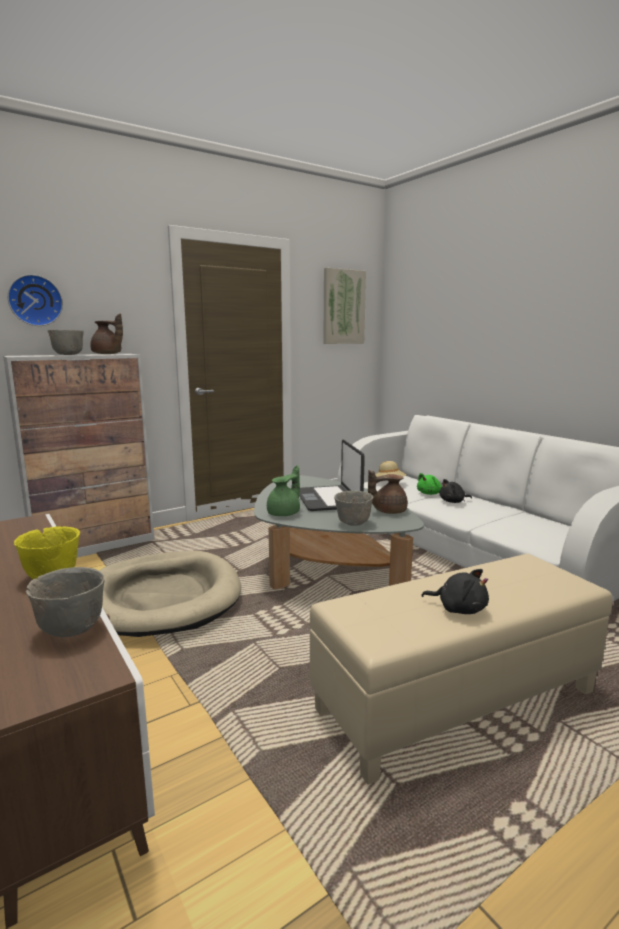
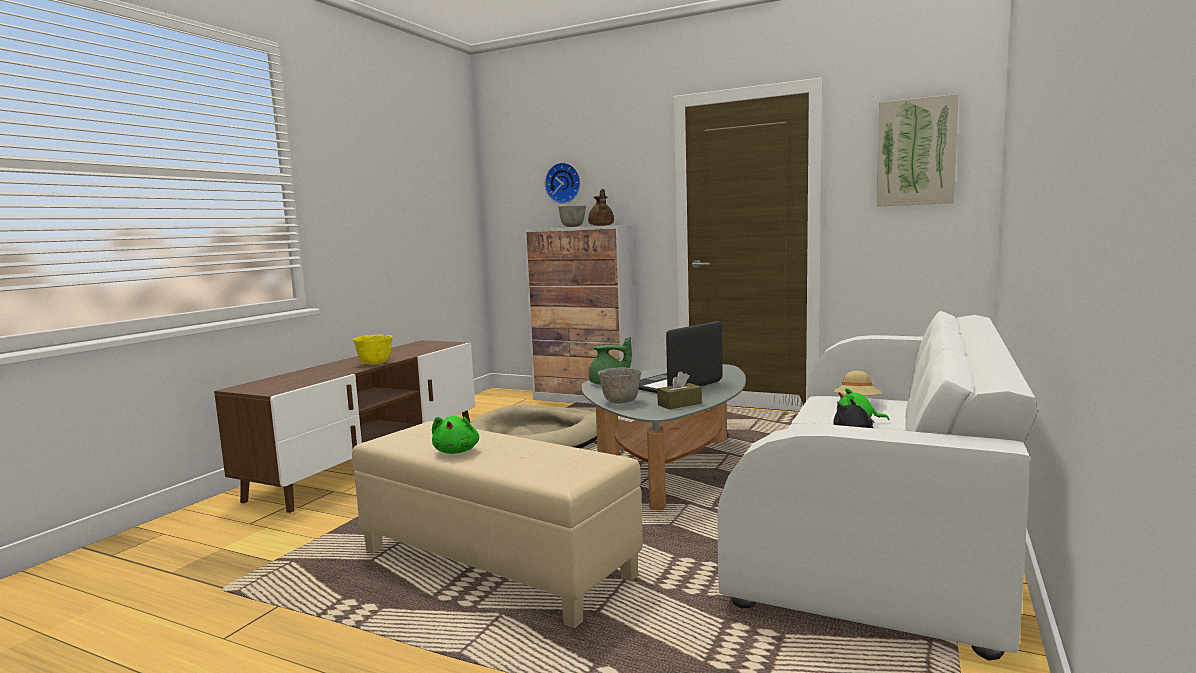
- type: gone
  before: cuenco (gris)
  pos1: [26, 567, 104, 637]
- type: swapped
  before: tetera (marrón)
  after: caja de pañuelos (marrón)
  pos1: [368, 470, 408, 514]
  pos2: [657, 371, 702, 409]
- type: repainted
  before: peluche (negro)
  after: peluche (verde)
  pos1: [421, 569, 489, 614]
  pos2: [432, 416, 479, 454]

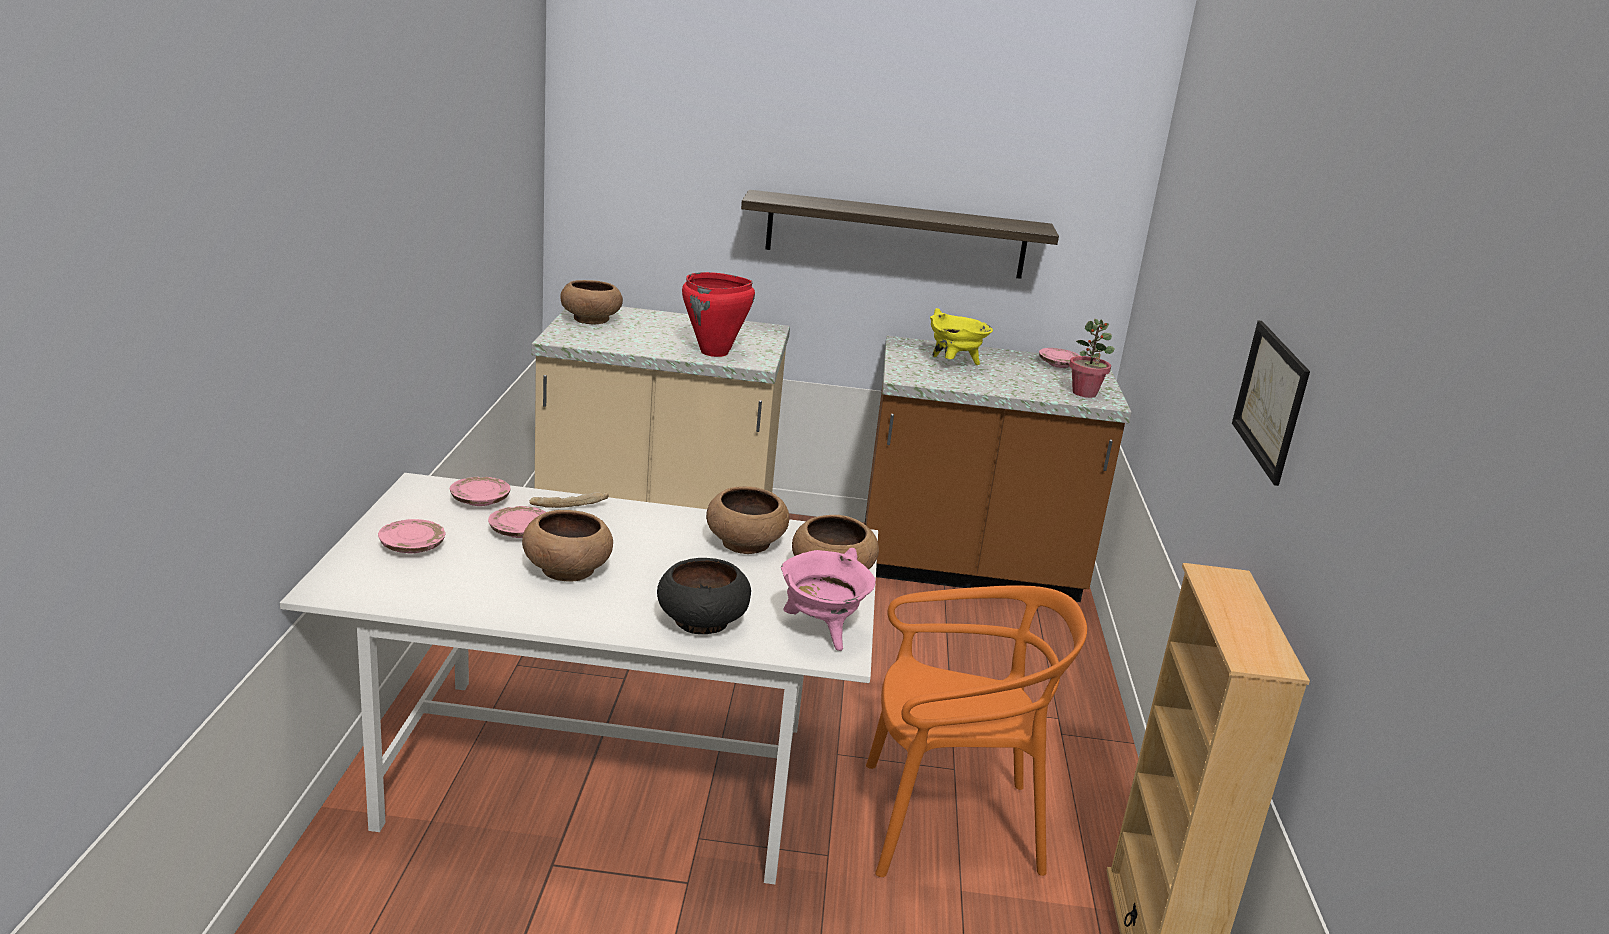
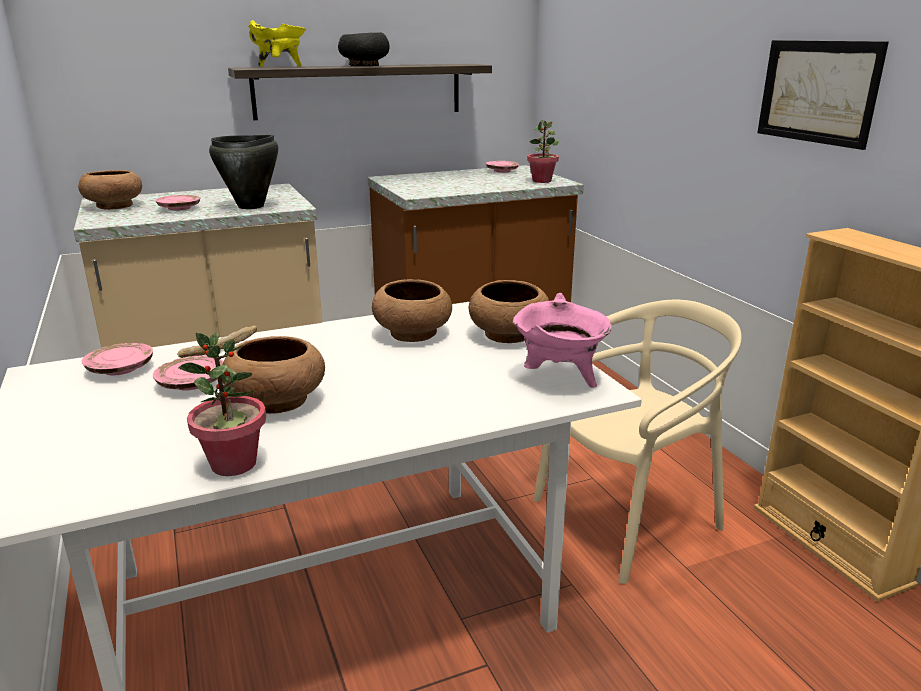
- type: shifted
  before: plato (rosa)
  pos1: [378, 519, 446, 553]
  pos2: [155, 195, 200, 211]
- type: shifted
  before: cuenco (negro)
  pos1: [657, 558, 751, 634]
  pos2: [338, 32, 390, 66]
- type: repainted
  before: olla (rojo)
  after: olla (negro)
  pos1: [682, 272, 755, 357]
  pos2: [209, 135, 278, 209]
- type: repainted
  before: silla (naranja)
  after: silla (beis)
  pos1: [866, 585, 1087, 877]
  pos2: [533, 300, 742, 584]
- type: shifted
  before: olla (amarillo)
  pos1: [930, 308, 993, 365]
  pos2: [248, 20, 306, 67]
- type: new
  after: planta en maceta
  pos2: [178, 333, 266, 476]

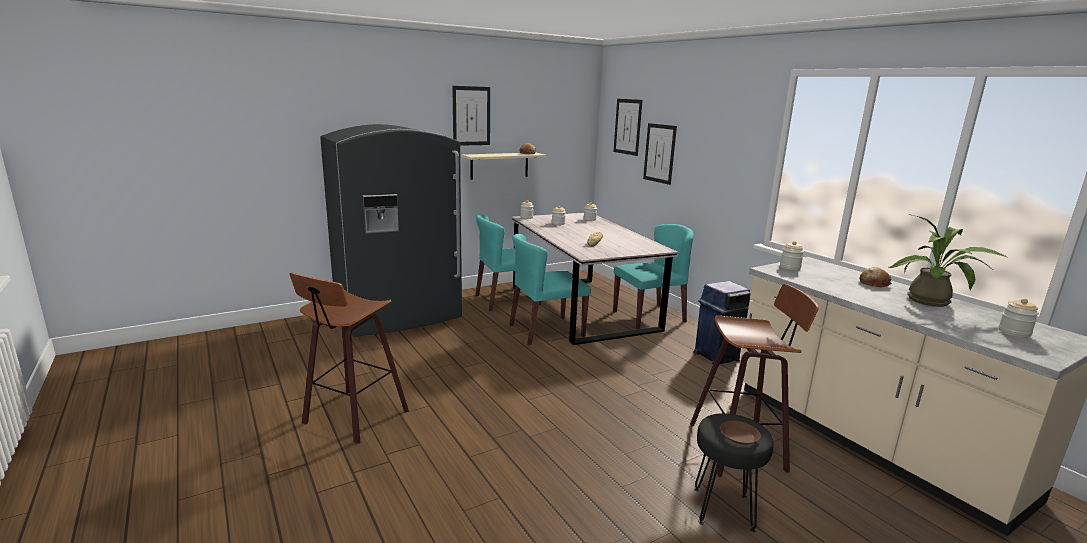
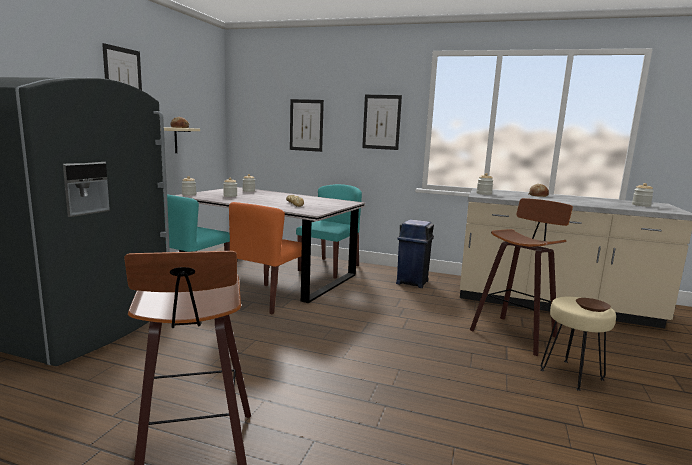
- type: repainted
  before: silla (turquesa)
  after: silla (naranja)
  pos1: [510, 234, 591, 345]
  pos2: [229, 202, 302, 314]
- type: shifted
  before: cuadro
  pos1: [613, 99, 642, 156]
  pos2: [362, 95, 402, 150]
- type: repainted
  before: taburete (negro)
  after: taburete (beis)
  pos1: [694, 413, 774, 532]
  pos2: [540, 297, 616, 391]
- type: gone
  before: planta en maceta
  pos1: [888, 214, 1007, 307]

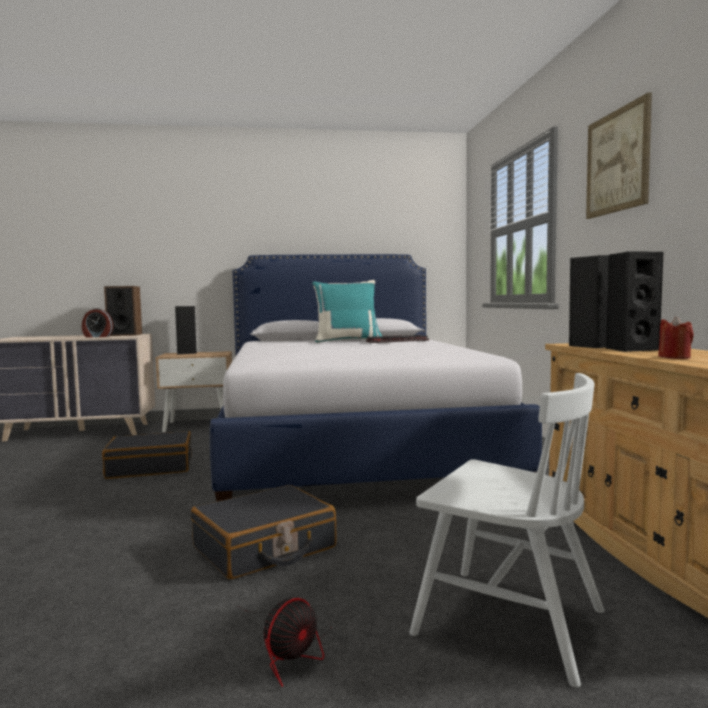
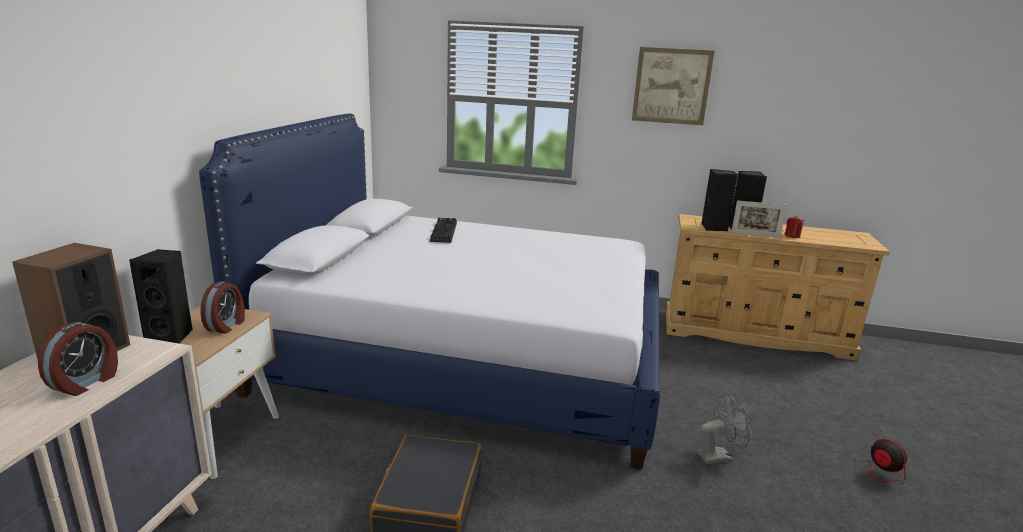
- type: swapped
  before: maleta (negro)
  after: ventilador (gris)
  pos1: [191, 485, 337, 579]
  pos2: [697, 395, 752, 464]
- type: gone
  before: cojín (turquesa)
  pos1: [312, 280, 382, 343]
- type: gone
  before: silla (blanco)
  pos1: [409, 373, 604, 688]
- type: new
  after: despertador
  pos2: [200, 281, 245, 334]
- type: new
  after: portarretratos
  pos2: [731, 200, 787, 238]

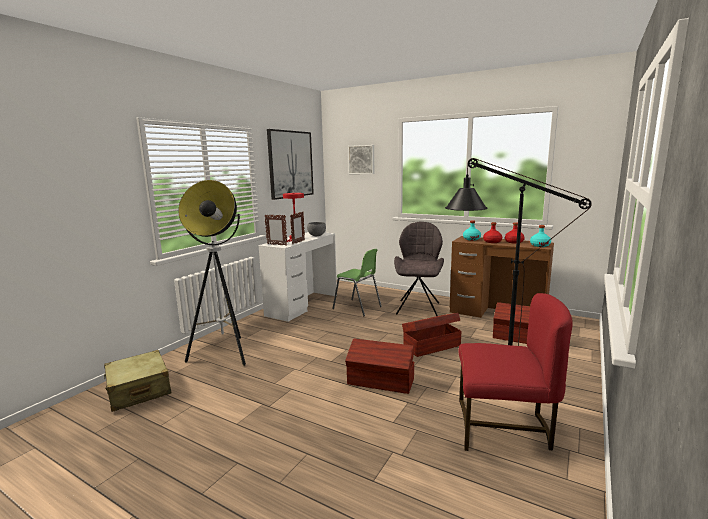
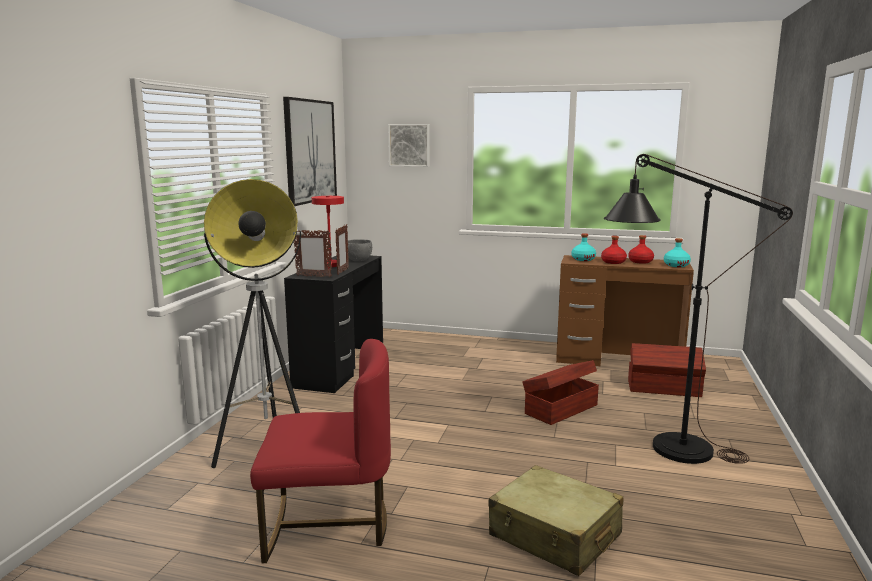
- type: shifted
  before: maleta (beis)
  pos1: [104, 350, 172, 412]
  pos2: [488, 465, 623, 576]
- type: repainted
  before: escritorio (blanco)
  after: escritorio (negro)
  pos1: [259, 232, 337, 322]
  pos2: [284, 256, 383, 393]
- type: gone
  before: silla (verde)
  pos1: [332, 249, 382, 316]
- type: gone
  before: caja de almacenaje (marrón)
  pos1: [345, 338, 414, 394]
- type: gone
  before: silla (gris)
  pos1: [394, 222, 444, 316]
- type: shifted
  before: silla (rojo)
  pos1: [458, 293, 573, 451]
  pos2: [250, 339, 391, 563]

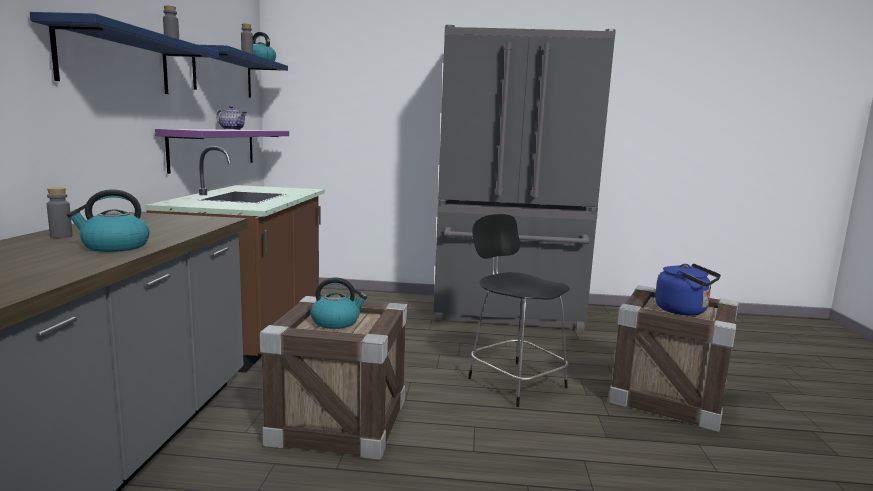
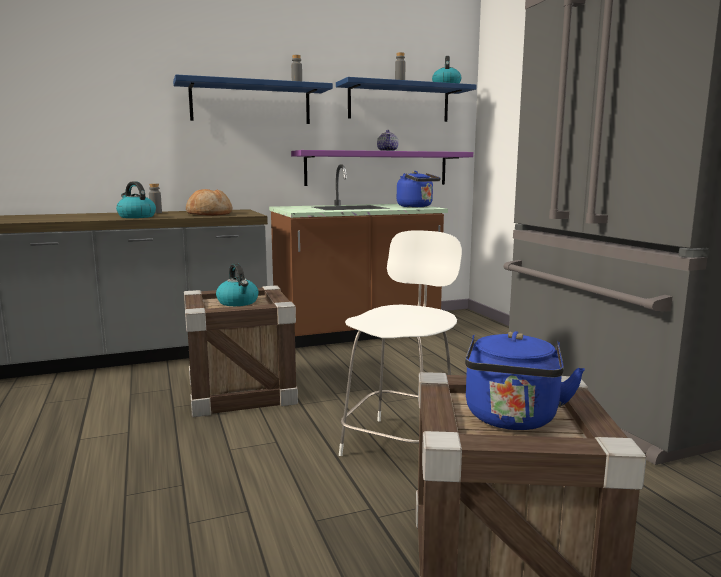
- type: repainted
  before: silla (negro)
  after: silla (blanco)
  pos1: [468, 214, 570, 407]
  pos2: [339, 230, 462, 456]
- type: new
  after: pan
  pos2: [186, 189, 232, 216]
- type: new
  after: hervidor (azul)
  pos2: [397, 171, 441, 207]

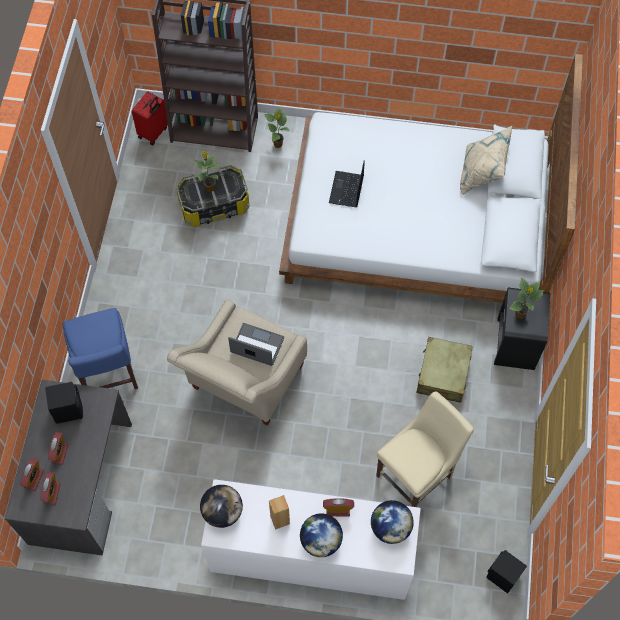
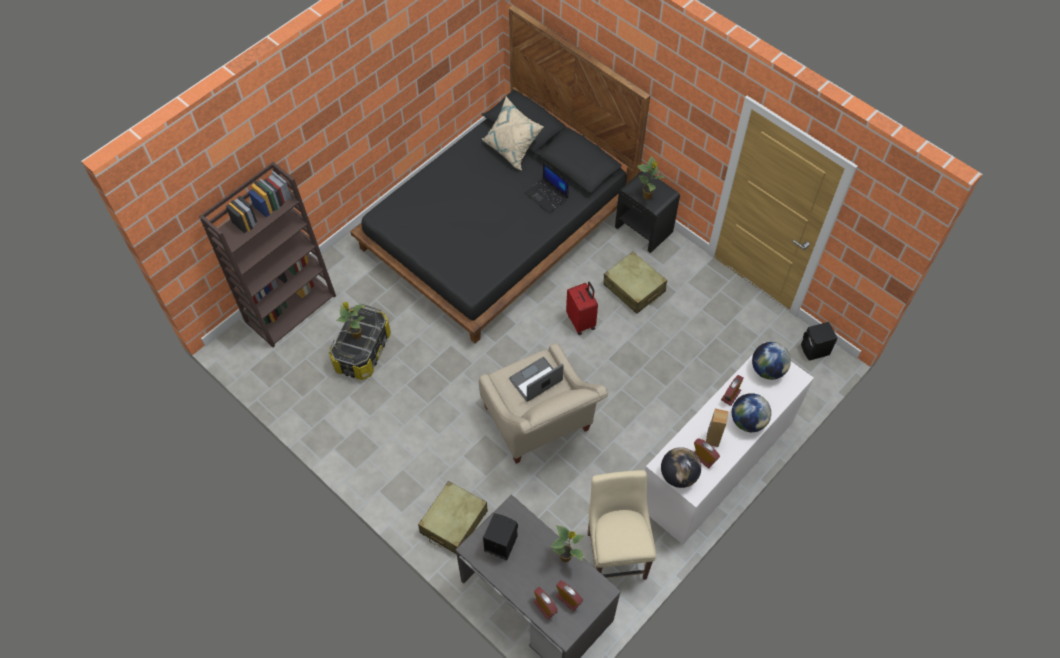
- type: shifted
  before: despertador
  pos1: [48, 432, 68, 465]
  pos2: [694, 438, 720, 468]
- type: swapped
  before: silla (azul)
  after: maleta (beis)
  pos1: [63, 308, 138, 389]
  pos2: [418, 481, 488, 554]
- type: shifted
  before: maleta (rojo)
  pos1: [132, 91, 168, 145]
  pos2: [566, 282, 598, 335]
- type: shifted
  before: planta en maceta
  pos1: [264, 107, 289, 148]
  pos2: [551, 525, 585, 562]
- type: repainted
  before: cama (blanco)
  after: cama (negro)
  pos1: [279, 54, 583, 303]
  pos2: [350, 5, 650, 344]
- type: shifted
  before: portátil
  pos1: [329, 160, 365, 207]
  pos2: [525, 162, 569, 214]
- type: shifted
  before: silla (beis)
  pos1: [376, 391, 474, 507]
  pos2: [587, 470, 656, 580]

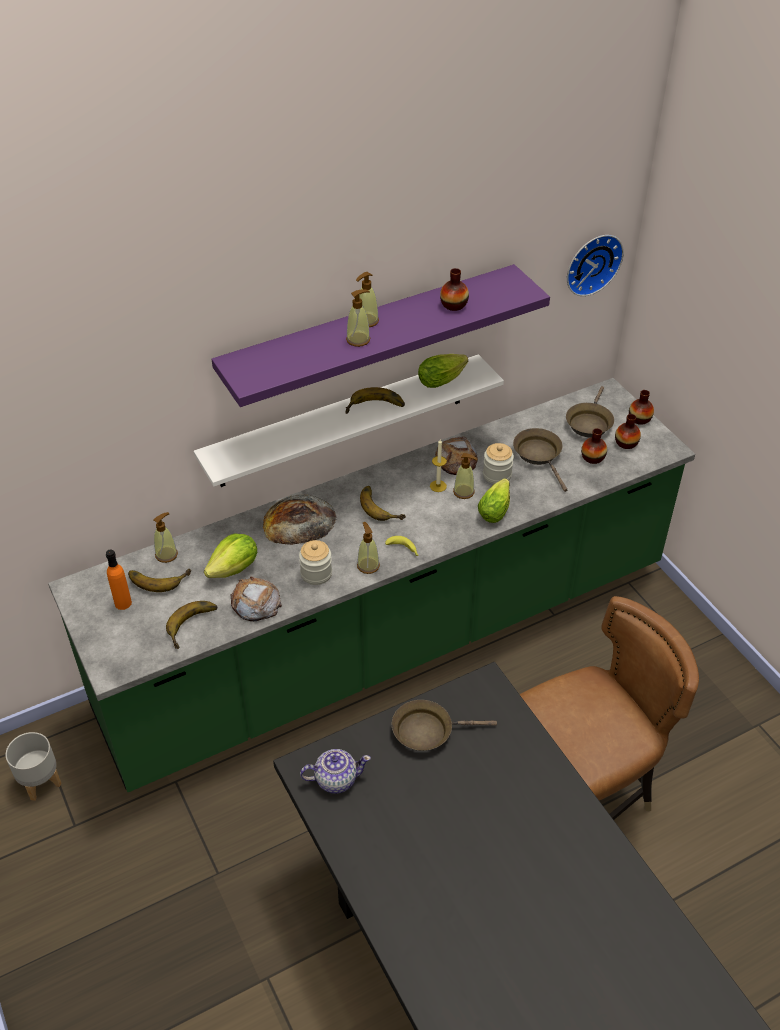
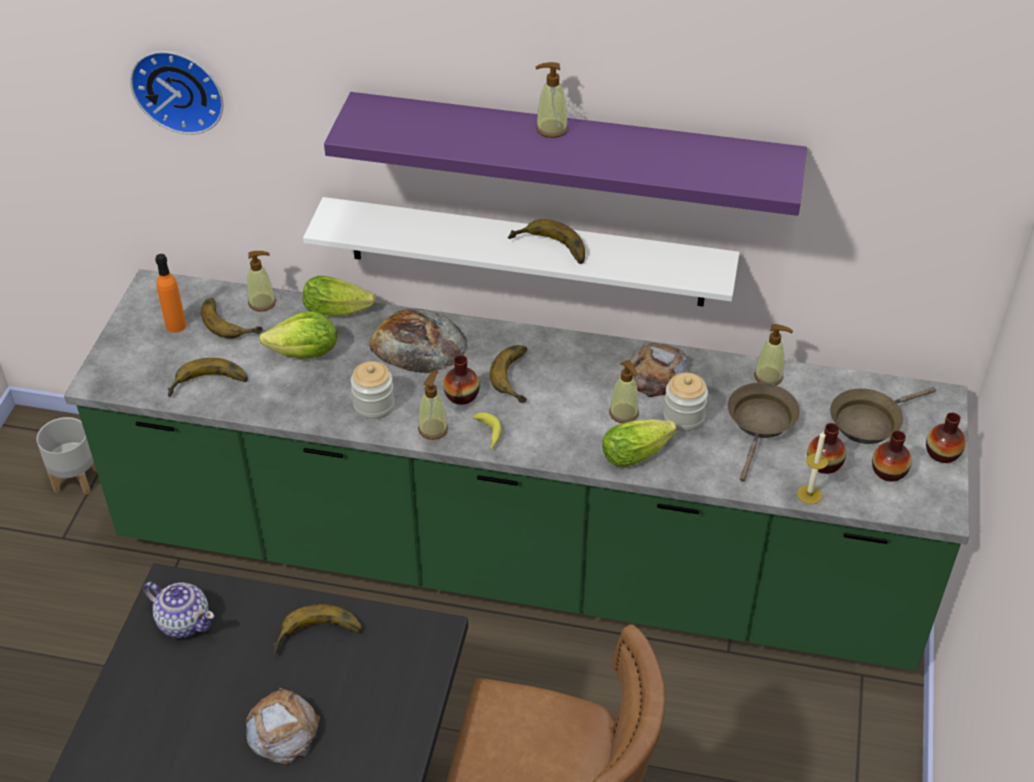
- type: shifted
  before: pan
  pos1: [231, 576, 282, 621]
  pos2: [246, 688, 320, 766]
- type: shifted
  before: dispensador de jabón
  pos1: [346, 289, 370, 347]
  pos2: [754, 324, 793, 385]
- type: swapped
  before: sartén (marrón)
  after: plátano
  pos1: [392, 700, 497, 751]
  pos2: [273, 604, 363, 654]
- type: shifted
  before: lechuga
  pos1: [418, 354, 468, 388]
  pos2: [303, 276, 375, 316]
- type: shifted
  before: vela
  pos1: [430, 439, 447, 492]
  pos2: [797, 431, 828, 504]
- type: shifted
  before: florero
  pos1: [440, 268, 469, 311]
  pos2: [443, 355, 480, 405]
- type: shifted
  before: reloj de pared
  pos1: [567, 235, 624, 296]
  pos2: [130, 51, 223, 135]

